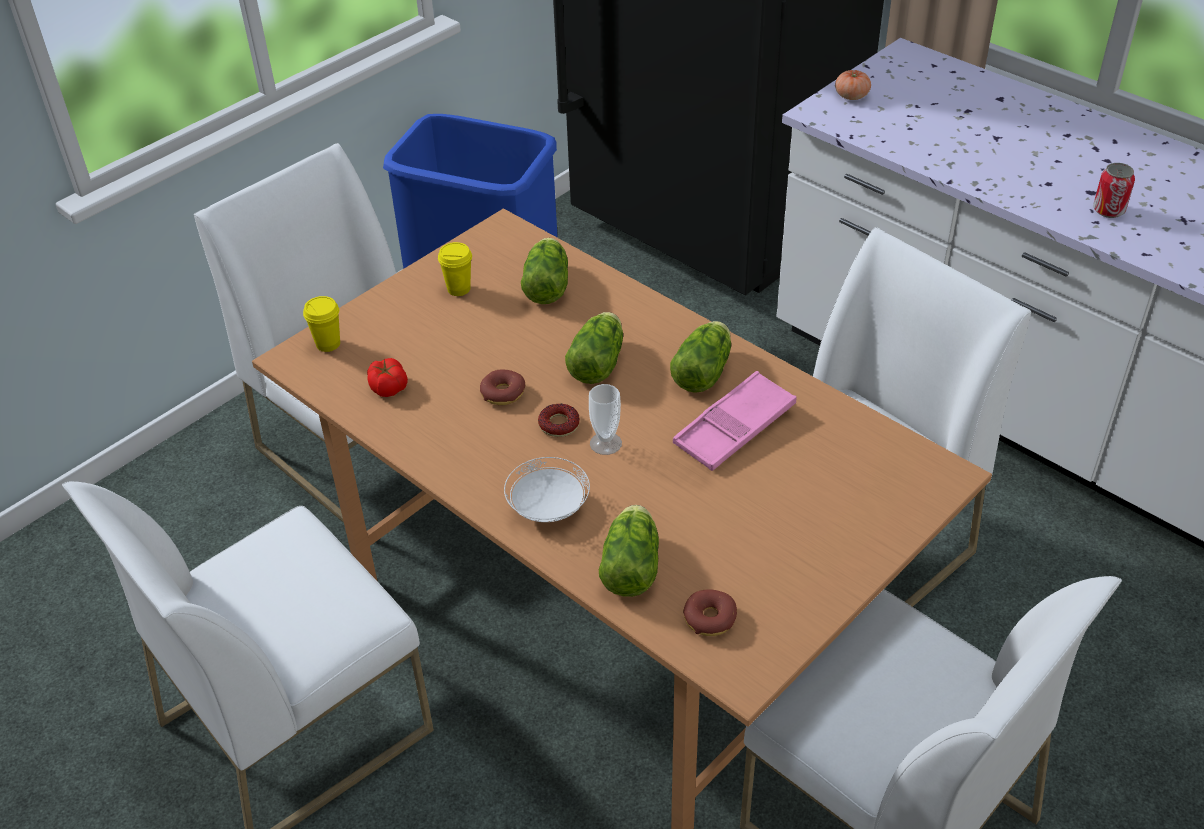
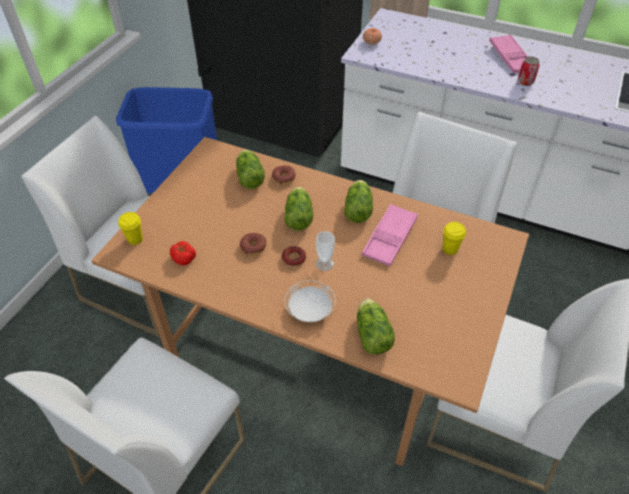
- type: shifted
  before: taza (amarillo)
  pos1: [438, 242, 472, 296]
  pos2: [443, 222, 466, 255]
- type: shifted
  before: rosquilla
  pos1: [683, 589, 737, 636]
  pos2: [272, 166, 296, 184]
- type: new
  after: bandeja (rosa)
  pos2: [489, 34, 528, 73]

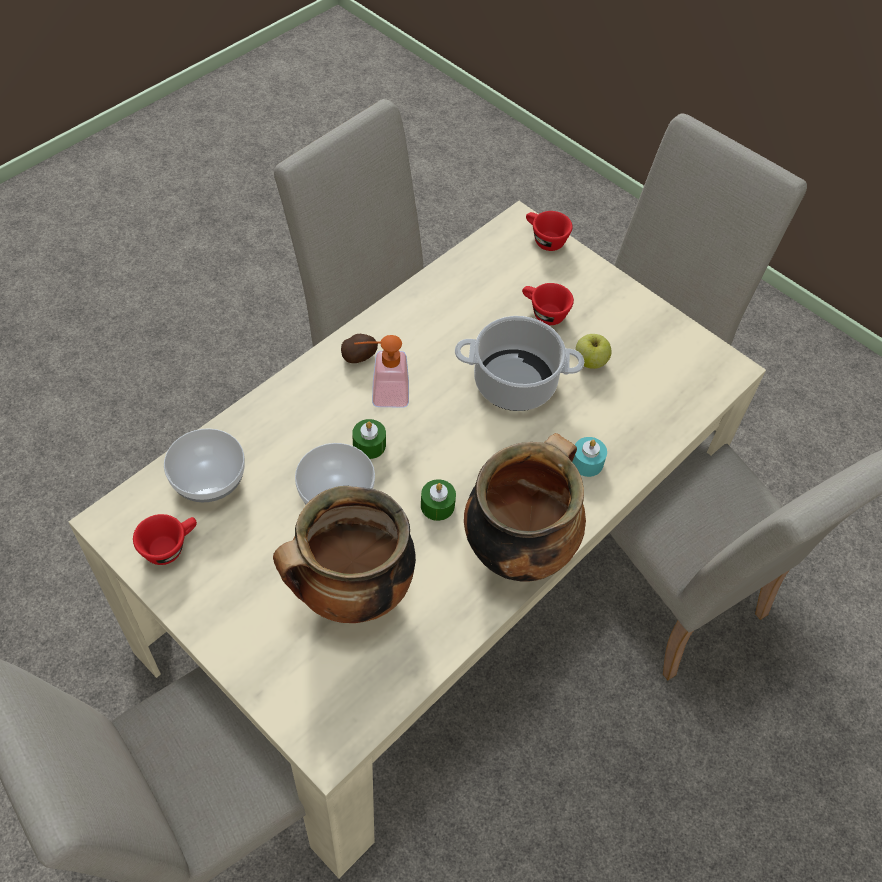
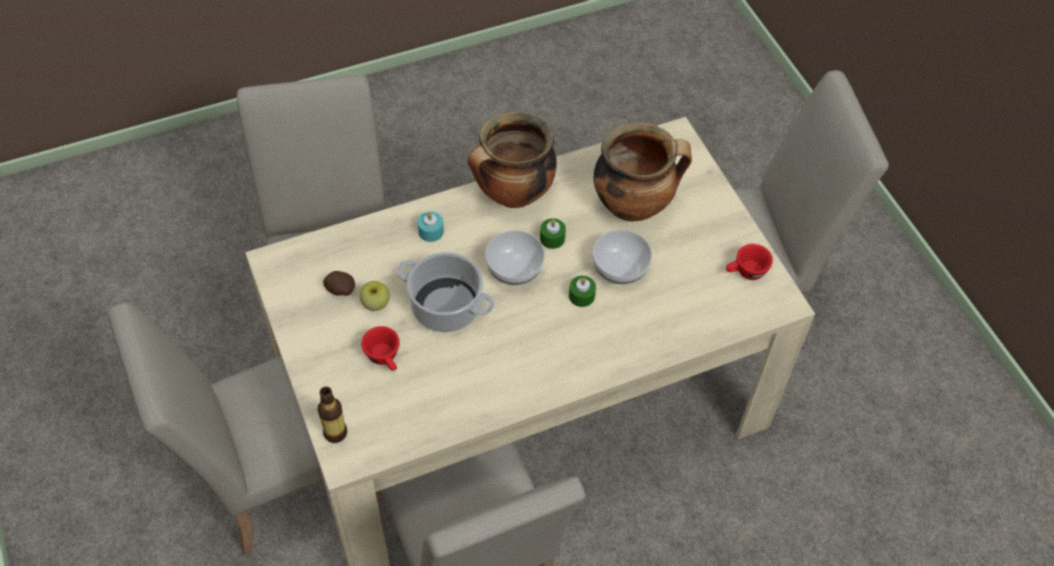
- type: shifted
  before: cuenco
  pos1: [164, 428, 245, 503]
  pos2: [485, 230, 545, 285]
- type: shifted
  before: patata
  pos1: [341, 334, 378, 363]
  pos2: [323, 271, 355, 296]
- type: gone
  before: dispensador de jabón
  pos1: [354, 335, 409, 408]
- type: swapped
  before: taza (rojo)
  after: botella
  pos1: [526, 211, 573, 251]
  pos2: [318, 387, 347, 443]

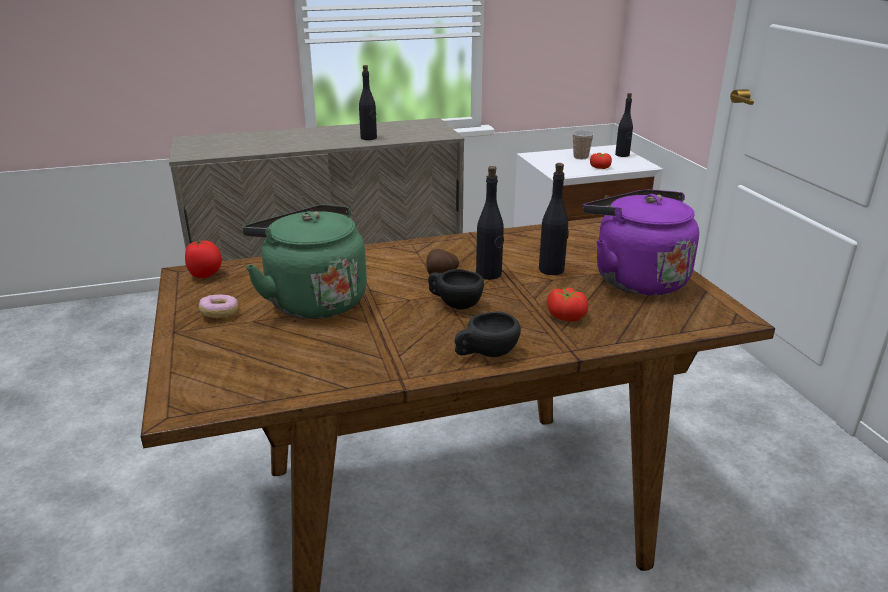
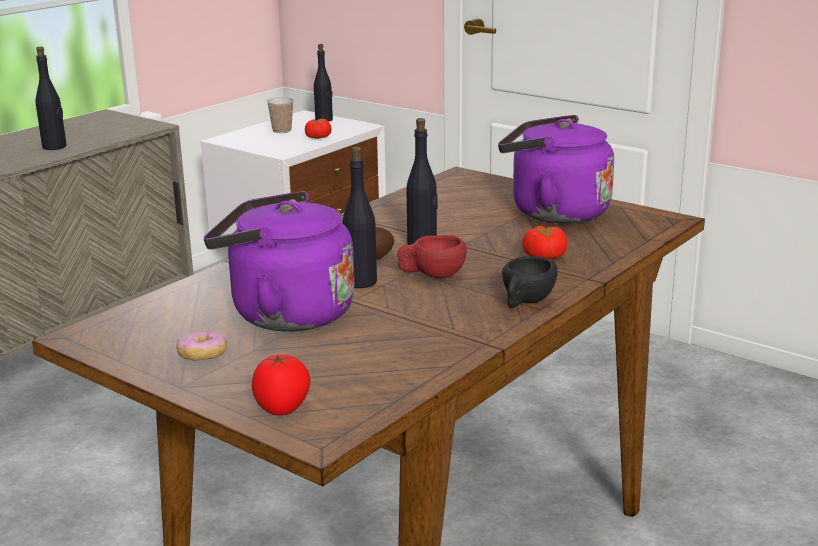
- type: shifted
  before: tomate
  pos1: [185, 240, 222, 278]
  pos2: [252, 354, 311, 415]
- type: repainted
  before: hervidor (verde)
  after: hervidor (morado)
  pos1: [242, 204, 367, 319]
  pos2: [204, 191, 355, 332]
- type: repainted
  before: taza (negro)
  after: taza (rojo)
  pos1: [428, 269, 484, 310]
  pos2: [397, 235, 467, 279]
- type: shifted
  before: botella (negro)
  pos1: [539, 163, 569, 275]
  pos2: [343, 147, 377, 288]

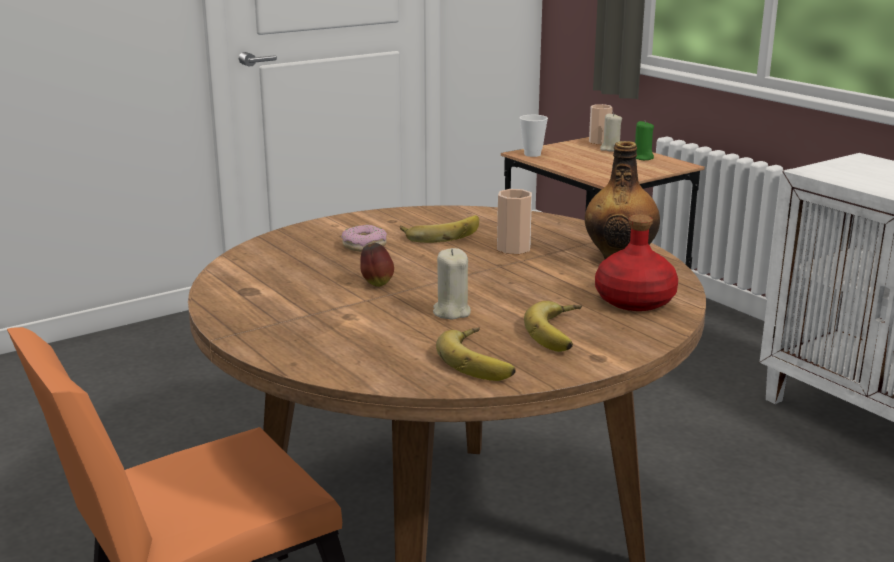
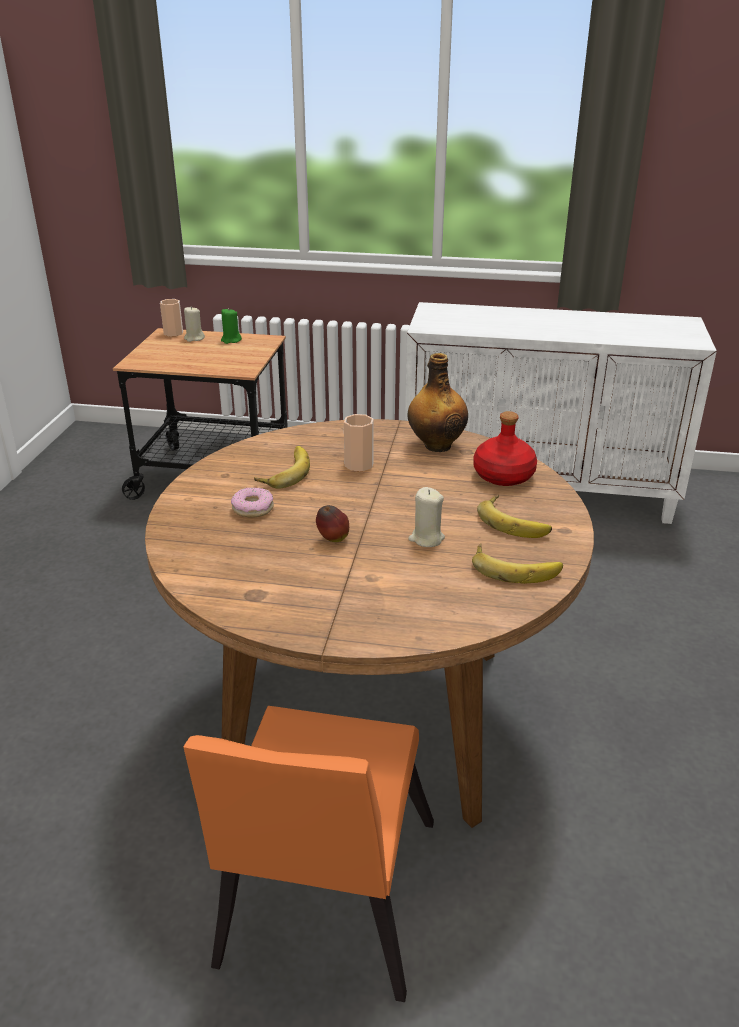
- type: gone
  before: taza
  pos1: [520, 115, 548, 157]

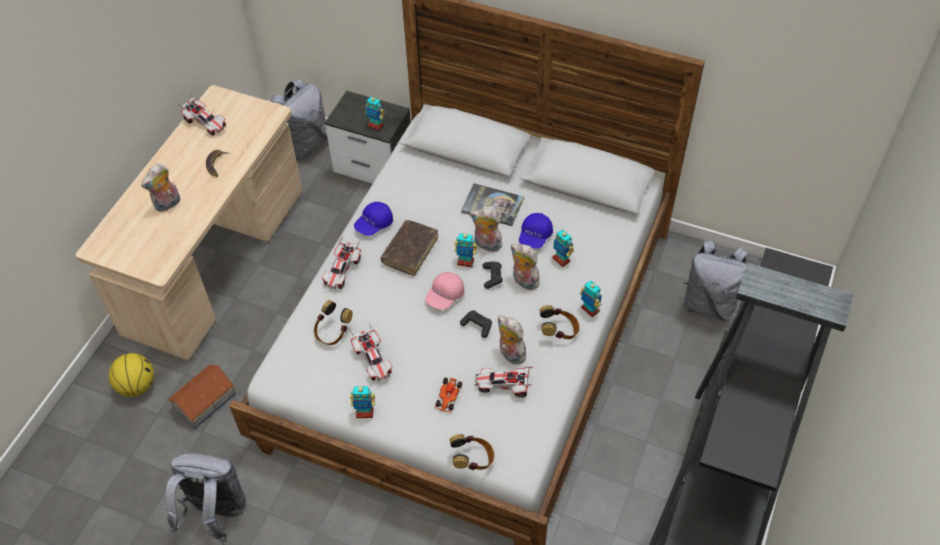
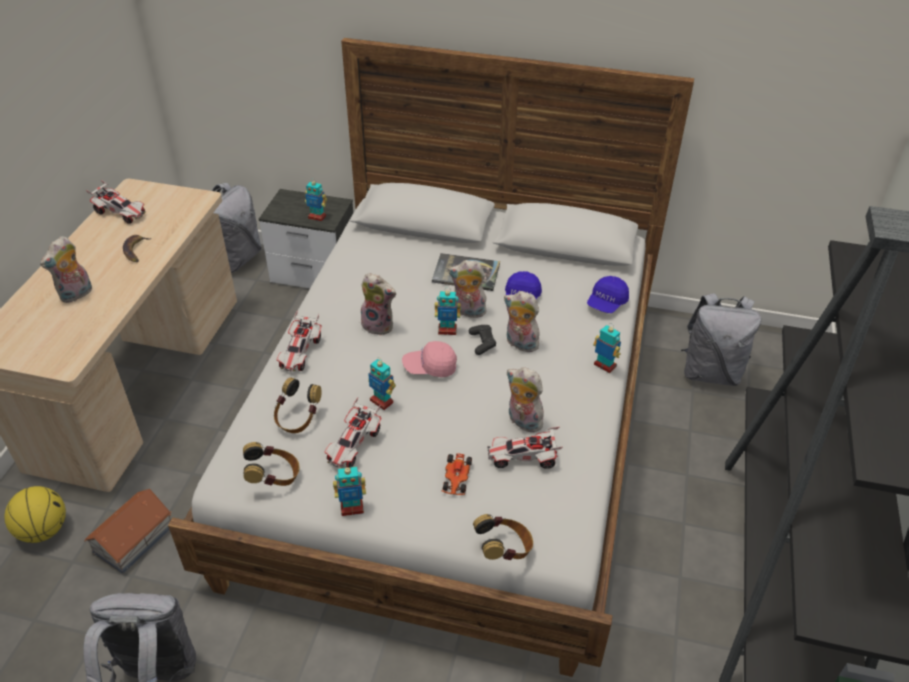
- type: rotated
  before: coche de juguete
  pos1: [351, 323, 393, 381]
  pos2: [325, 397, 382, 468]
  turn: 60
- type: shifted
  before: gorra (azul)
  pos1: [354, 202, 393, 236]
  pos2: [587, 276, 629, 313]
- type: swapped
  before: libro (marrón)
  after: peluche
  pos1: [380, 220, 438, 276]
  pos2: [361, 273, 396, 336]
- type: rotated
  before: gorra (rosa)
  pos1: [425, 272, 465, 310]
  pos2: [402, 341, 457, 377]
  turn: 60
- type: gone
  before: mando de consola (negro)
  pos1: [460, 310, 492, 338]
- type: shifted
  before: auriculares
  pos1: [540, 305, 580, 339]
  pos2: [243, 442, 299, 486]
- type: shifted
  before: robot de juguete
  pos1: [552, 229, 574, 267]
  pos2: [368, 358, 396, 410]

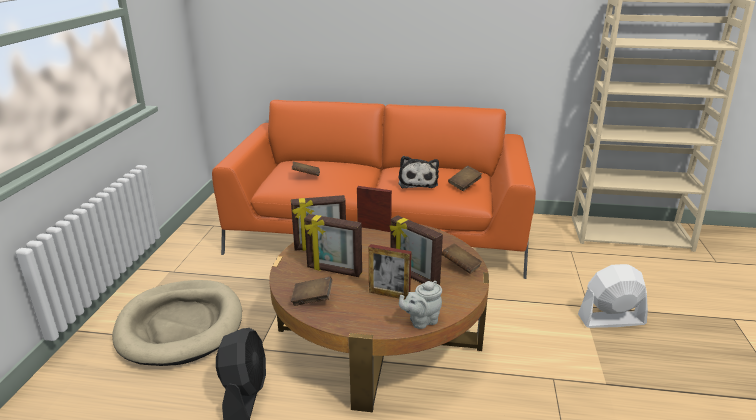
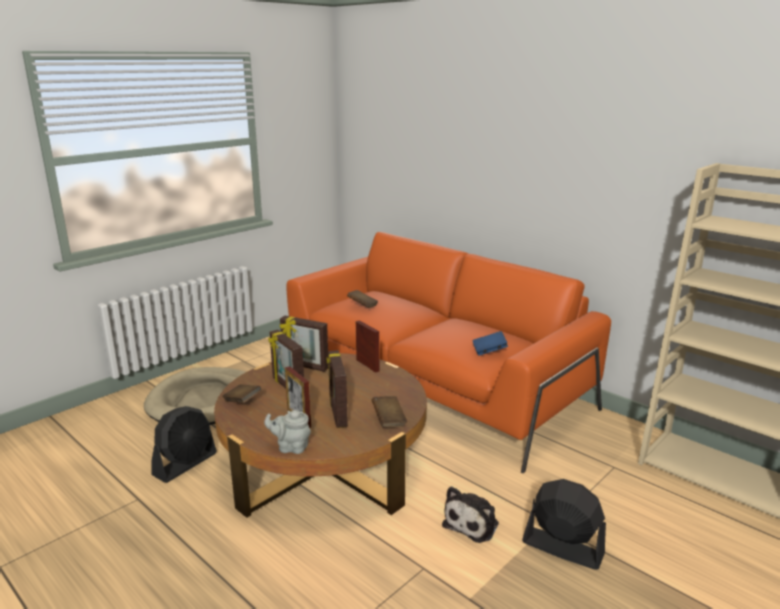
- type: shifted
  before: peluche
  pos1: [399, 156, 439, 188]
  pos2: [442, 487, 499, 543]
- type: repainted
  before: libro (marrón)
  after: libro (azul)
  pos1: [448, 165, 482, 191]
  pos2: [472, 331, 508, 356]
- type: repainted
  before: ventilador (blanco)
  after: ventilador (negro)
  pos1: [578, 264, 648, 328]
  pos2: [522, 479, 606, 570]

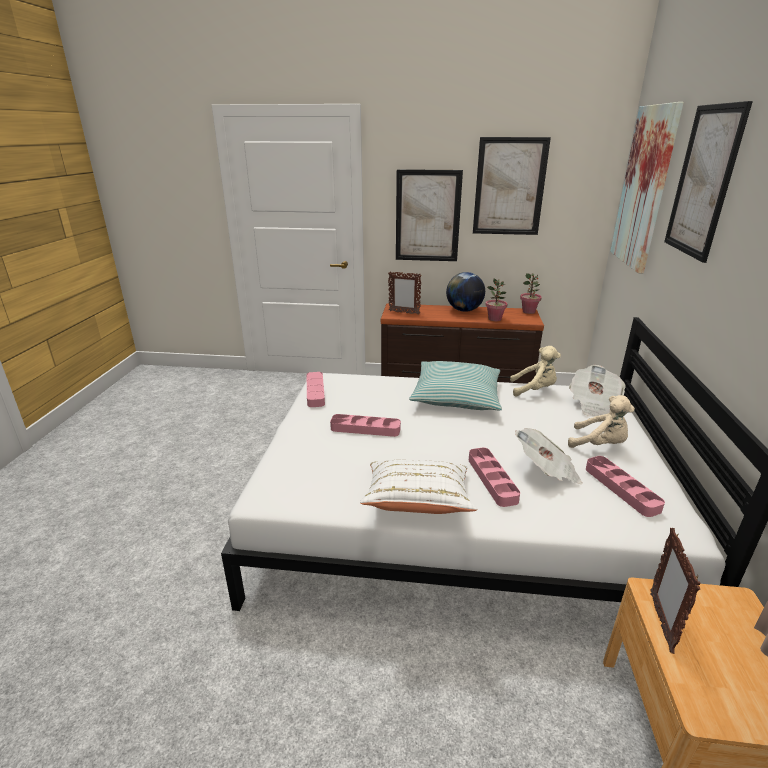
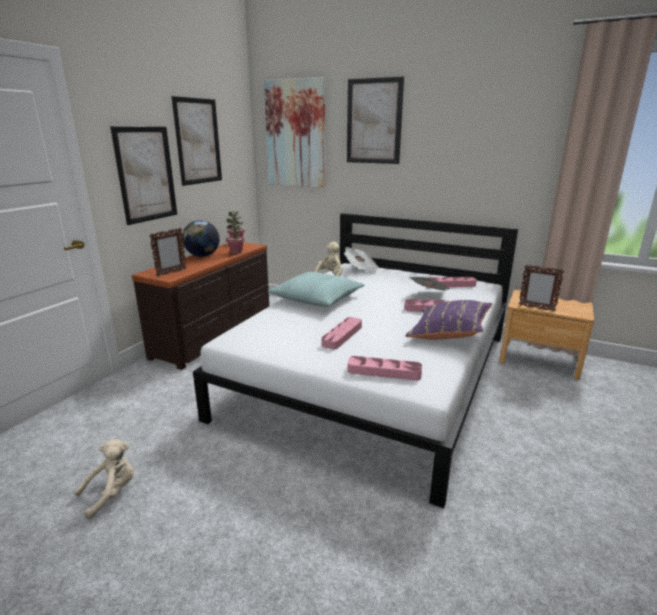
- type: shifted
  before: bandeja (rosa)
  pos1: [307, 372, 325, 407]
  pos2: [348, 356, 422, 381]
- type: repainted
  before: cojín (blanco)
  after: cojín (morado)
  pos1: [360, 460, 477, 514]
  pos2: [405, 300, 492, 340]
- type: shifted
  before: peluche (beis)
  pos1: [568, 395, 635, 448]
  pos2: [74, 439, 134, 519]

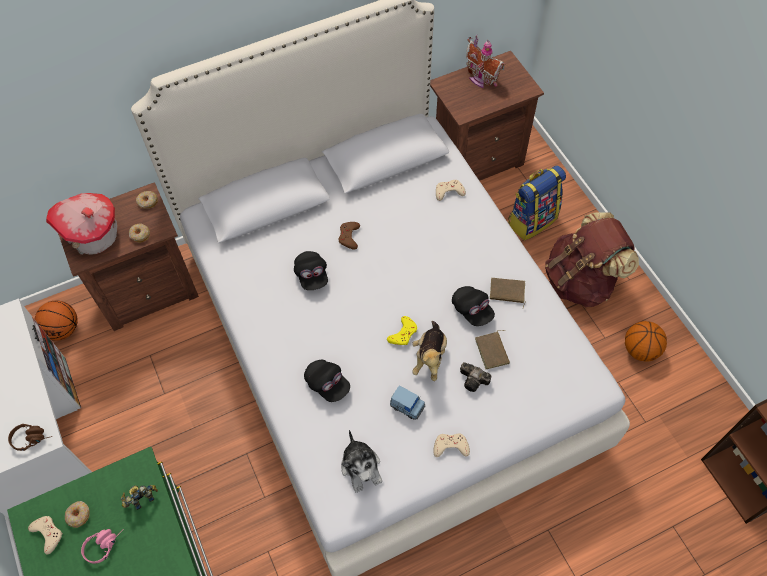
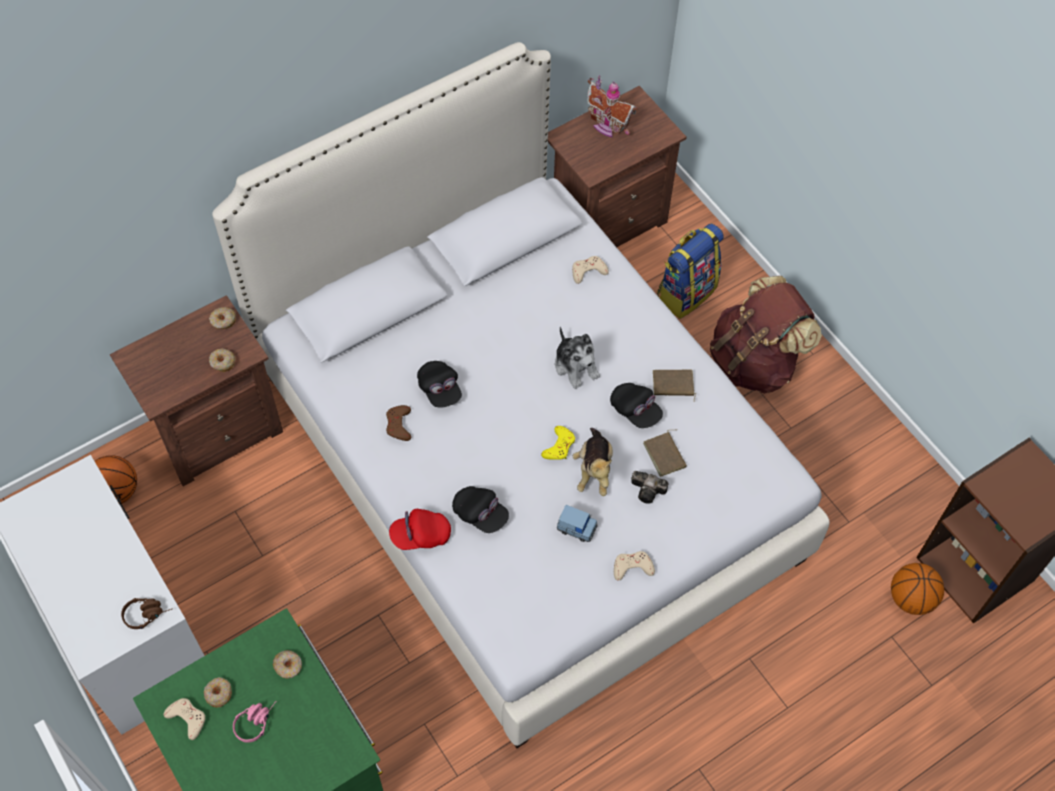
- type: gone
  before: casita
  pos1: [46, 193, 117, 255]
- type: swapped
  before: robot de juguete
  after: rosquilla
  pos1: [121, 485, 158, 510]
  pos2: [273, 650, 302, 679]
- type: shifted
  before: mando de consola (marrón)
  pos1: [339, 222, 360, 250]
  pos2: [386, 405, 411, 441]
- type: shifted
  before: peluche
  pos1: [341, 430, 382, 493]
  pos2: [555, 327, 600, 389]
- type: shifted
  before: balón de baloncesto
  pos1: [625, 321, 667, 362]
  pos2: [891, 563, 944, 615]
- type: new
  after: gorra (rojo)
  pos2: [389, 509, 451, 550]

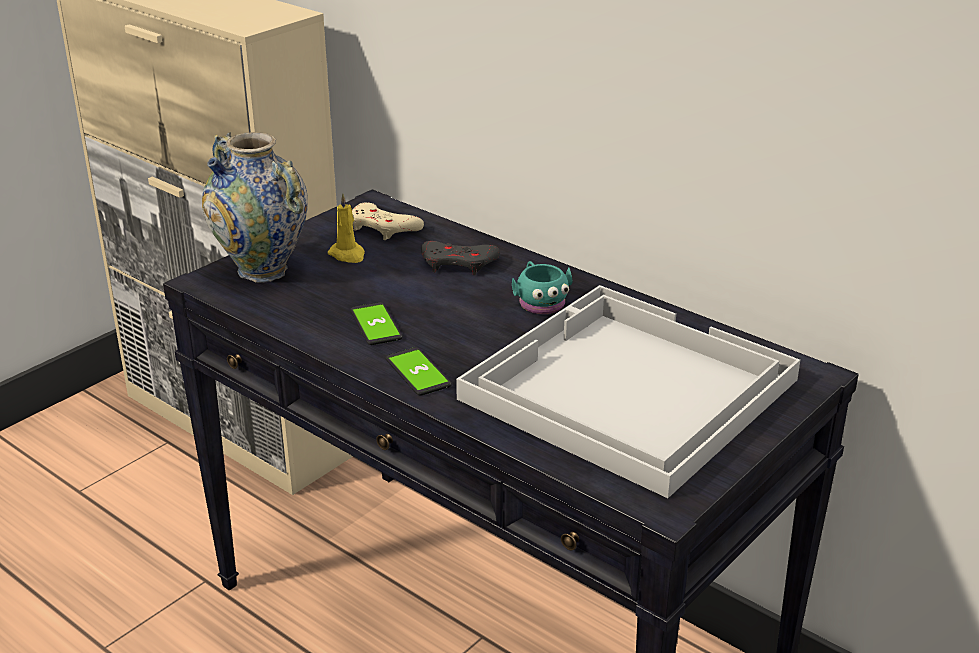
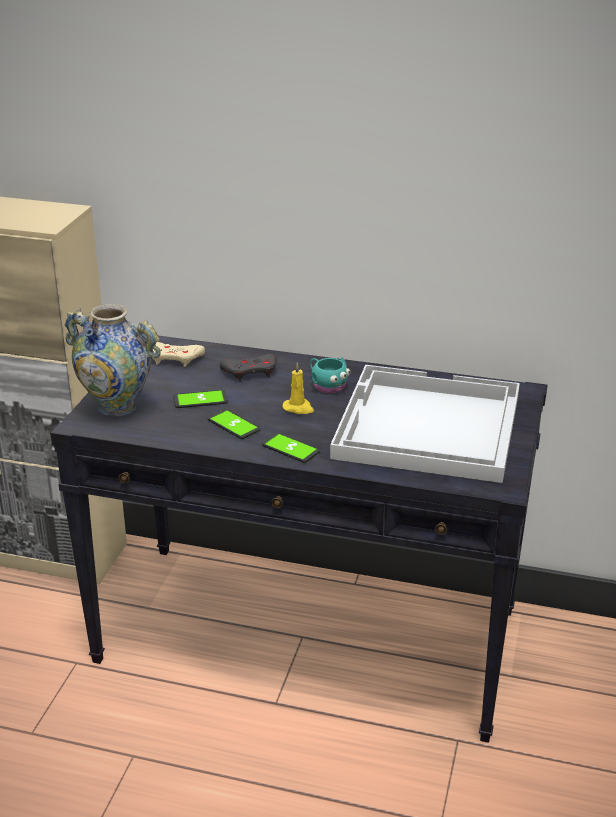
- type: shifted
  before: vela (amarillo)
  pos1: [328, 193, 365, 263]
  pos2: [283, 362, 314, 414]
- type: new
  after: móvil
  pos2: [173, 390, 228, 408]

